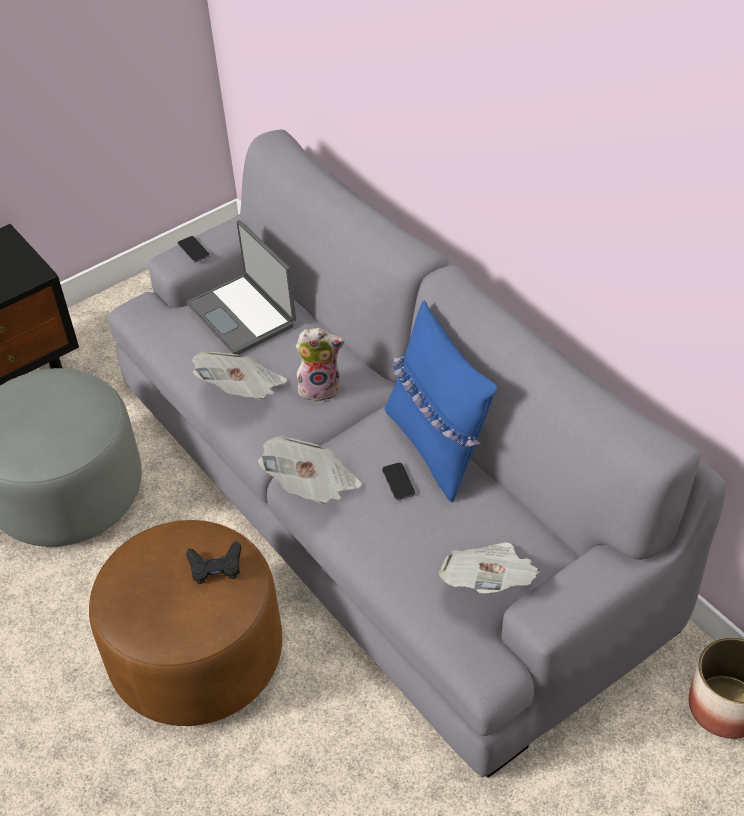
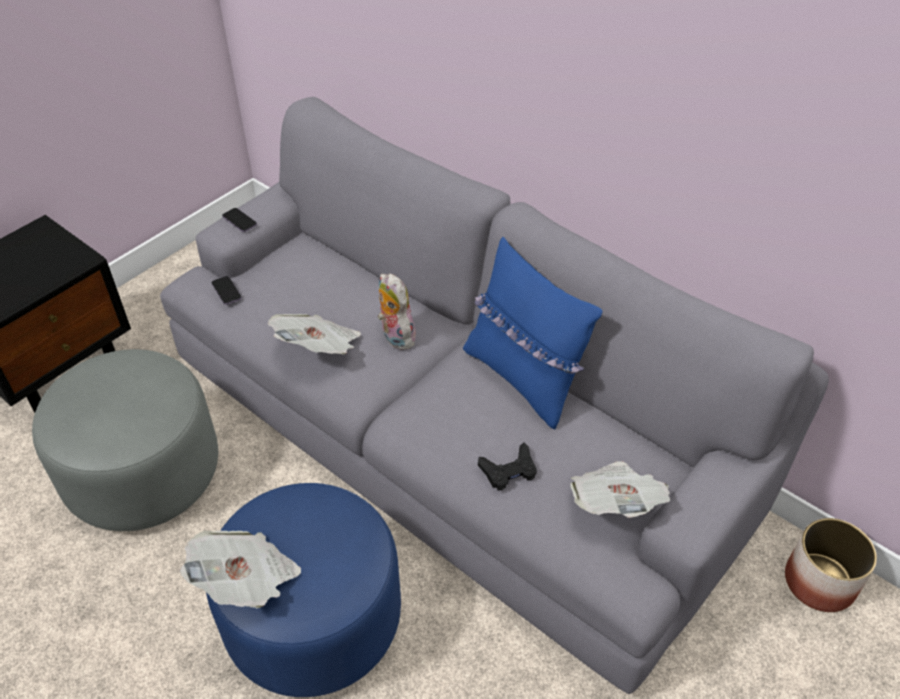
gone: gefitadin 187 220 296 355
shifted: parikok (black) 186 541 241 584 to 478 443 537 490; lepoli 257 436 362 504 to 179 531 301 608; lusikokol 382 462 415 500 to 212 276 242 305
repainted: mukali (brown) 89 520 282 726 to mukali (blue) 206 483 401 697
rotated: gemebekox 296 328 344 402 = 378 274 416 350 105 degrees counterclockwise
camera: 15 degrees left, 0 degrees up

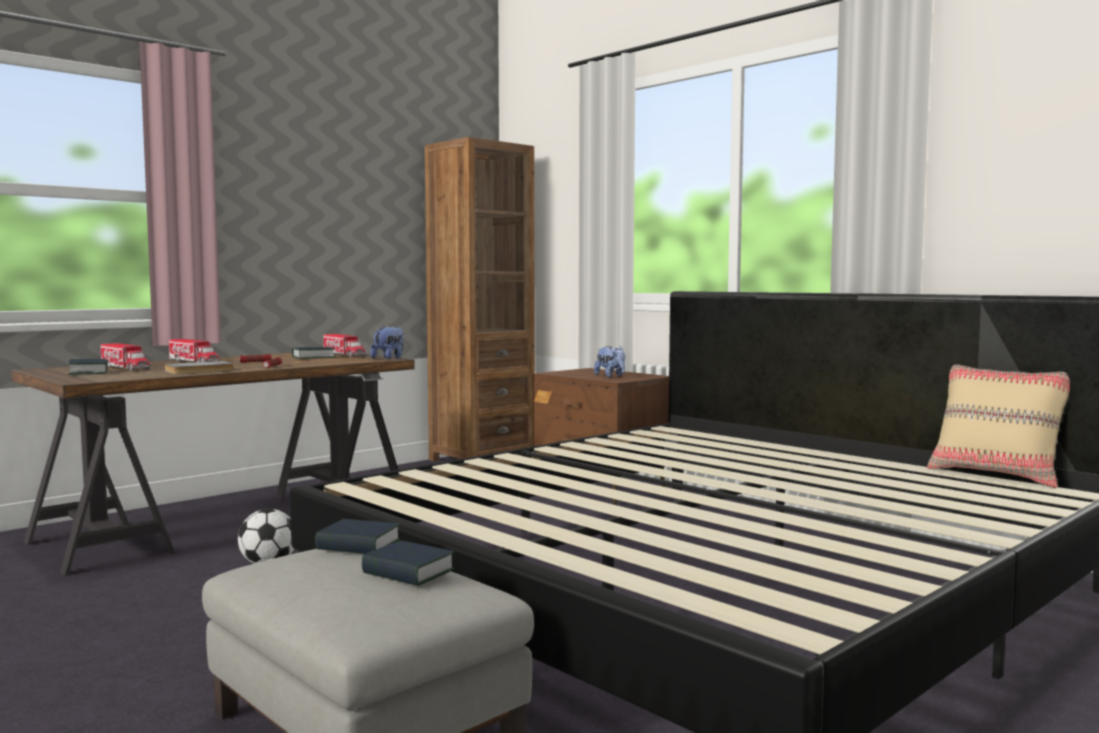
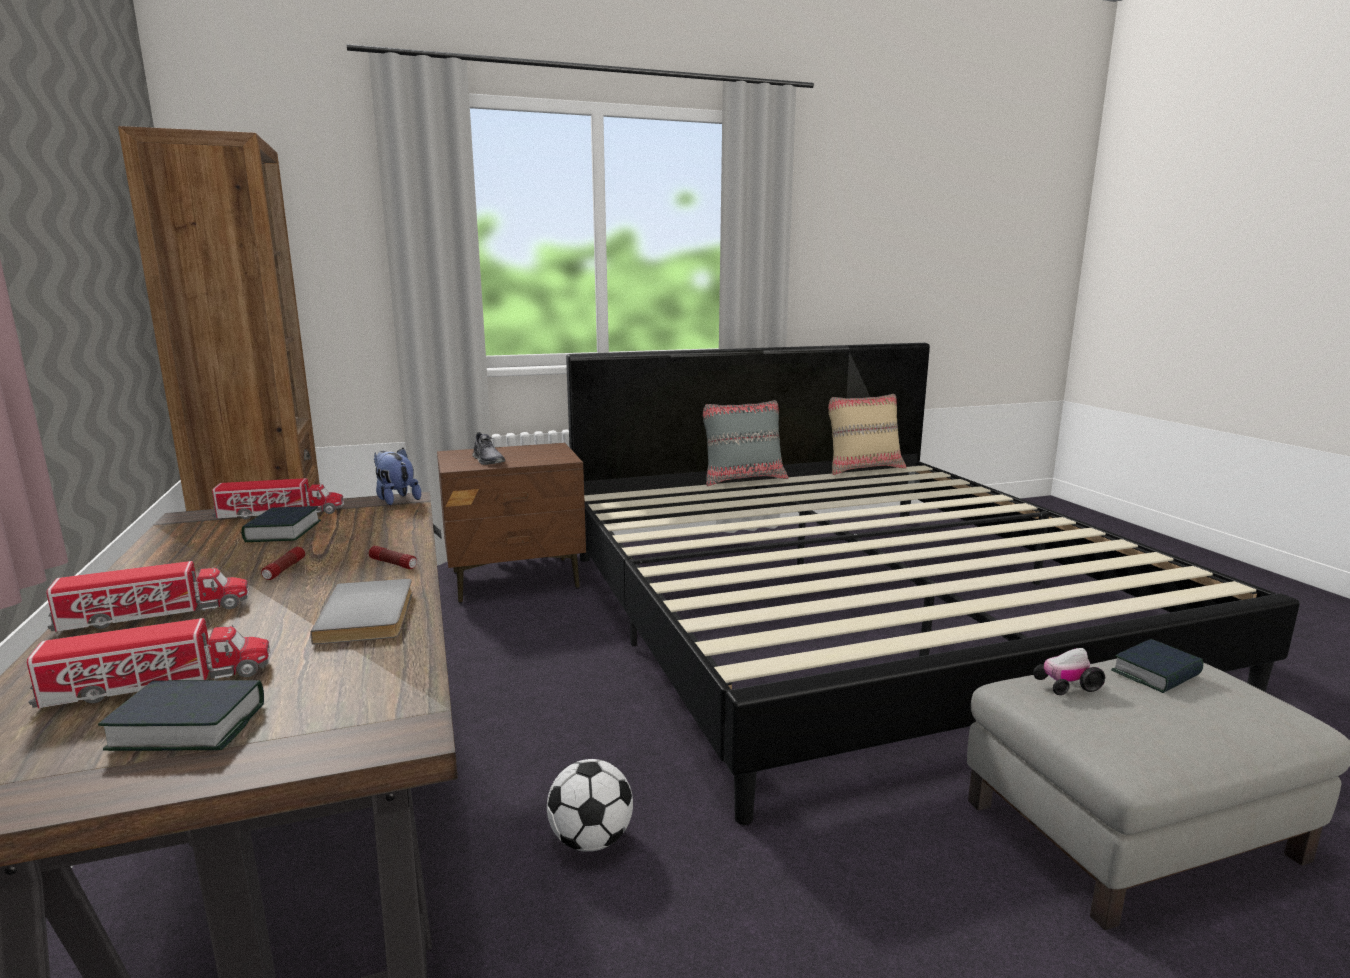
gone: gemebekox 594 346 625 378
new: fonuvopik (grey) 472 432 505 465; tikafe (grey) 703 400 789 486
swapped: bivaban 315 519 401 554 to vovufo 1033 648 1105 695
camera: 65 degrees left, 10 degrees up

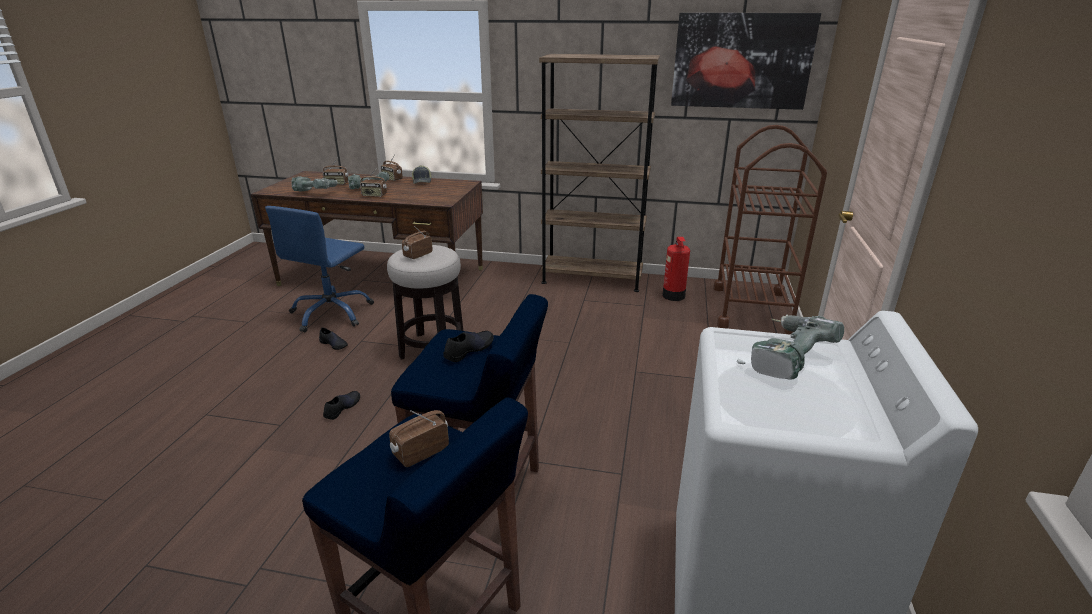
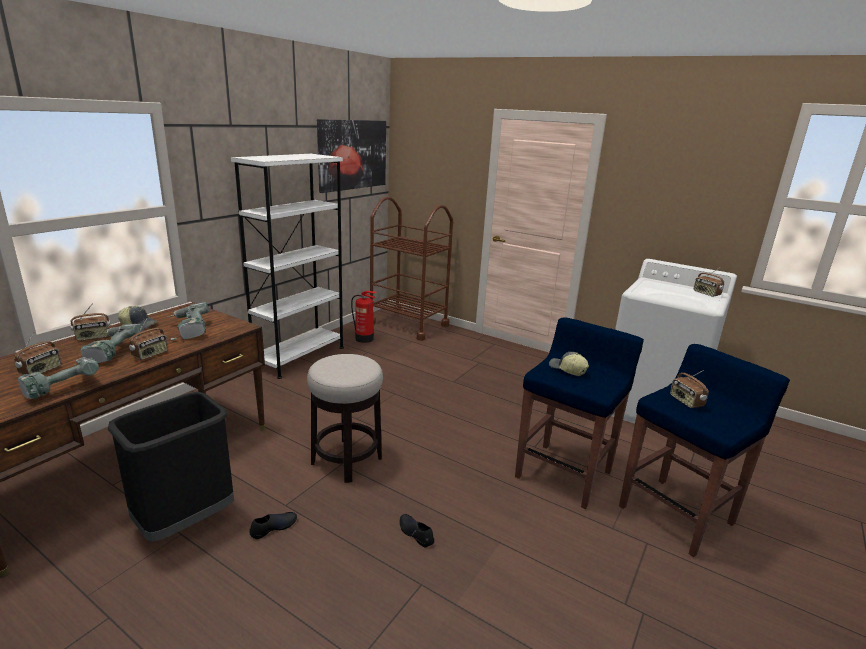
shifted: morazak 402 226 433 259 to 694 268 724 297; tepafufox 737 315 844 380 to 167 302 209 340
swapped: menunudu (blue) 265 206 374 332 to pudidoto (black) 108 392 234 542; fonuvopik (black) 443 331 494 362 to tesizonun 549 352 589 376
repainted: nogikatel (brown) 539 54 660 292 to nogikatel (white) 231 154 344 379
camera: 70 degrees left, 5 degrees down

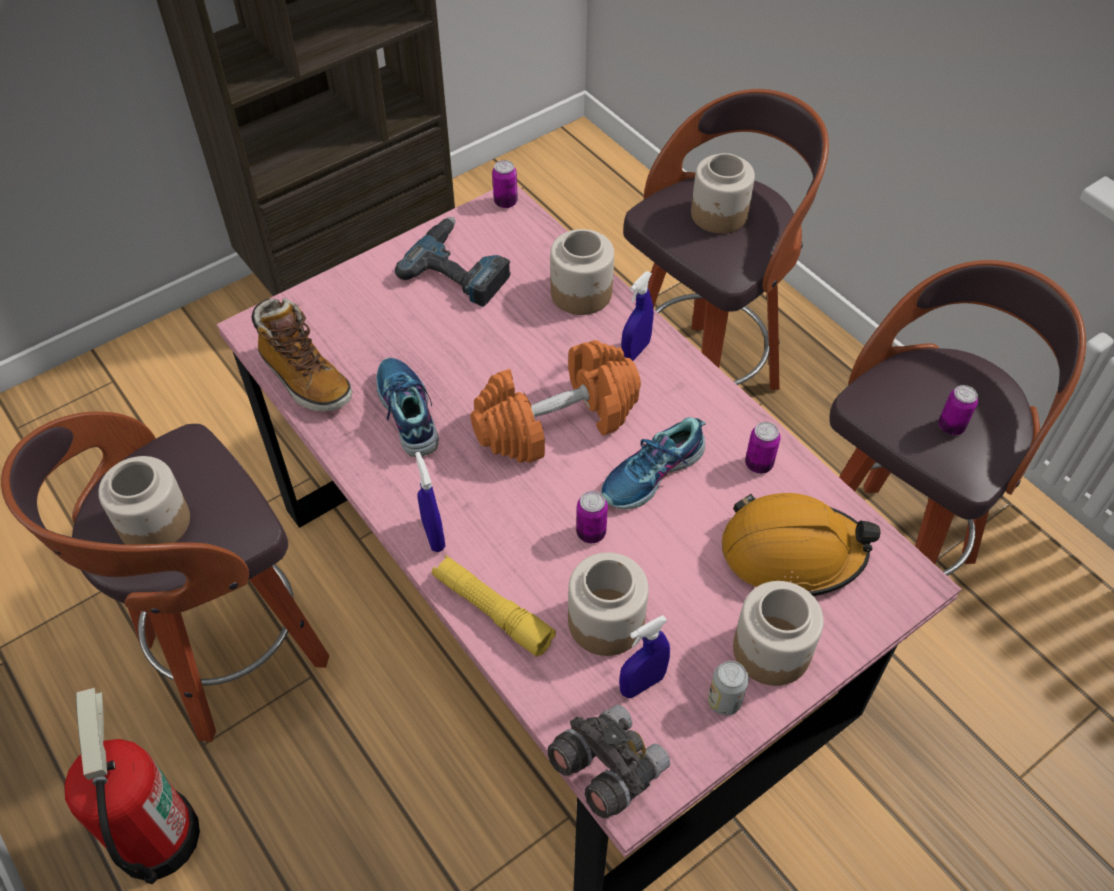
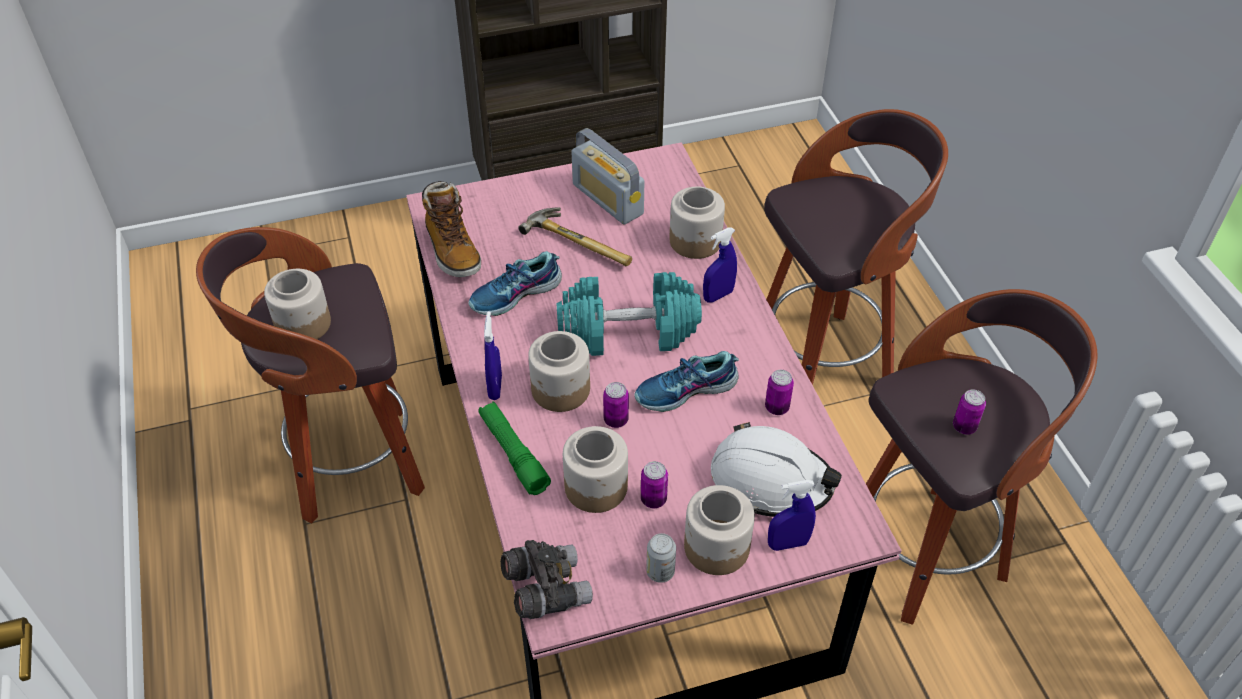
gone: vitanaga 64 687 200 884
new: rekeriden 519 207 632 266
shifted: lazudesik 492 160 518 208 to 641 461 668 508; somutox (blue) 619 615 670 698 to 768 480 816 551; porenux 691 153 755 234 to 528 331 590 412
swapped: tepafufox 395 217 511 307 to morazak 571 128 644 225
repainted: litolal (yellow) 432 555 556 657 to litolal (green) 479 401 551 495; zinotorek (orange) 470 340 641 463 to zinotorek (turquoise) 556 272 702 356; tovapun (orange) 722 493 880 596 to tovapun (white) 711 422 842 517
rotated: fonuvopik 376 358 439 457 = 468 251 562 316 120 degrees counterclockwise
camera: 20 degrees right, 5 degrees down

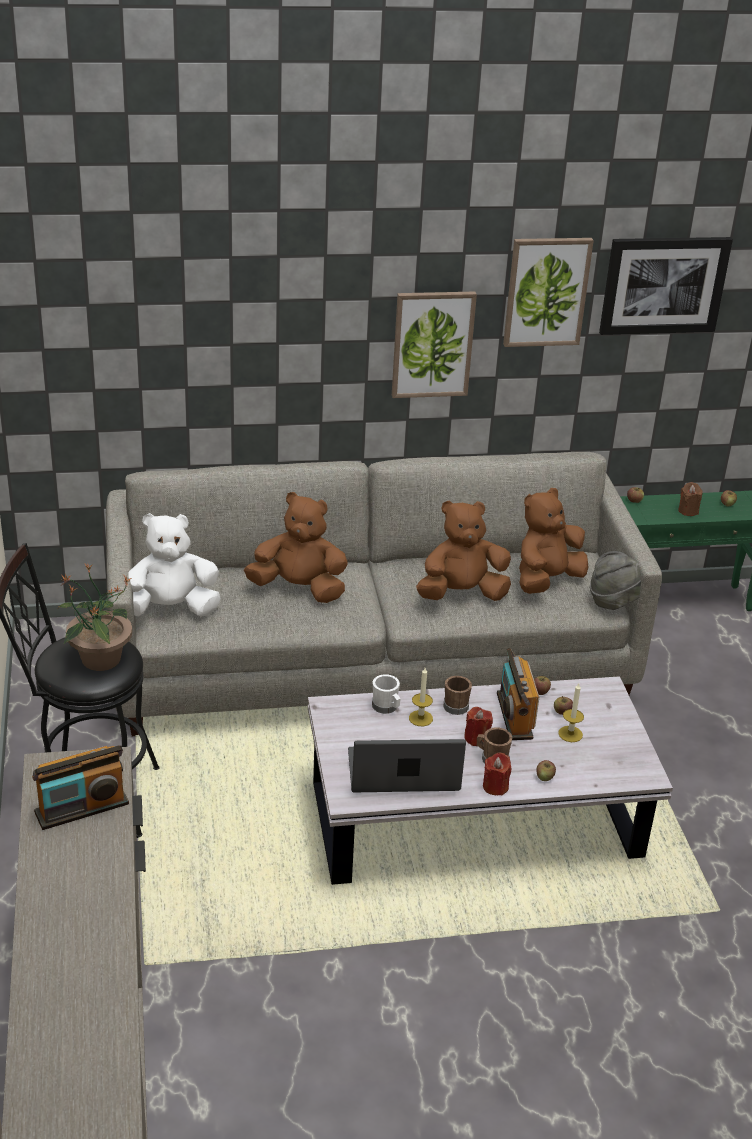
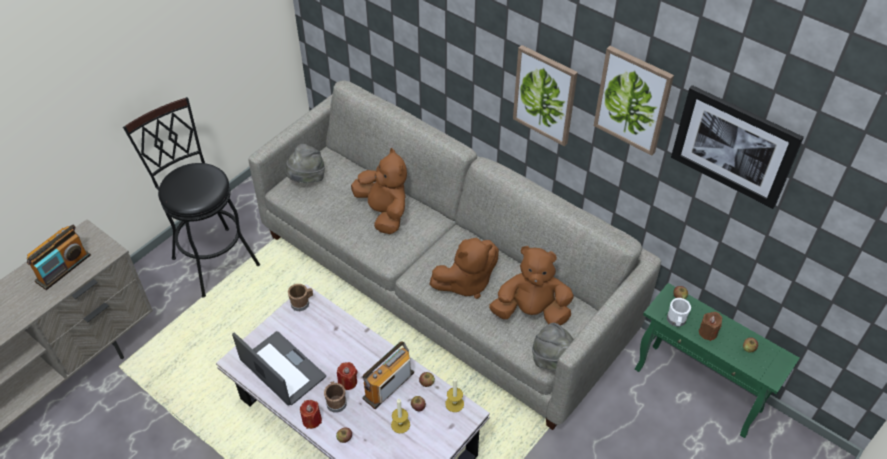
gone: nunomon 58 563 132 671
shifted: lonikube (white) 372 674 401 714 to 667 298 691 327; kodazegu 409 668 433 726 to 445 377 464 412; lonikube (brown) 443 676 472 715 to 288 284 313 311
swapped: gemebekox (white) 128 513 221 617 to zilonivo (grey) 285 144 325 183
rotated: morazak 32 745 129 830 = 27 225 91 290 75 degrees counterclockwise; gemebekox (brown) 416 500 511 601 = 429 238 499 299 120 degrees clockwise
camera: 50 degrees right, 15 degrees up

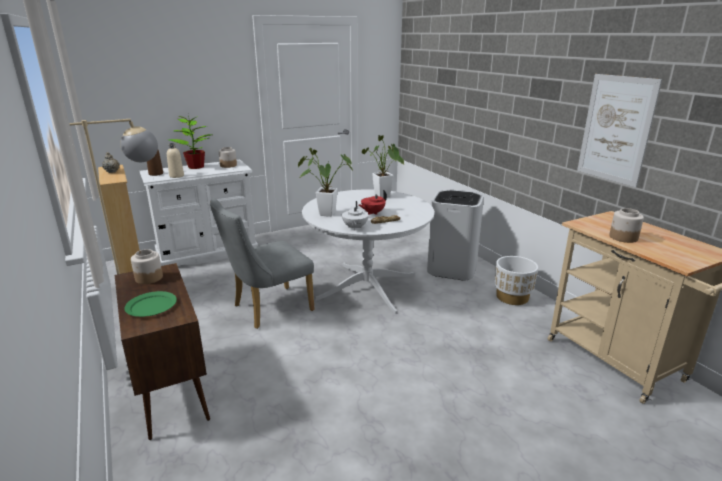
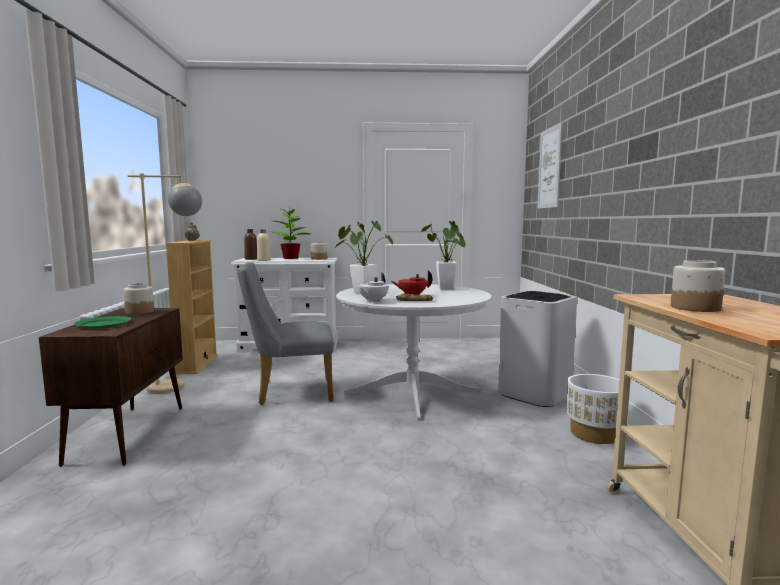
shifted: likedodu 577 74 662 187 to 537 122 563 209
camera: 25 degrees right, 15 degrees down

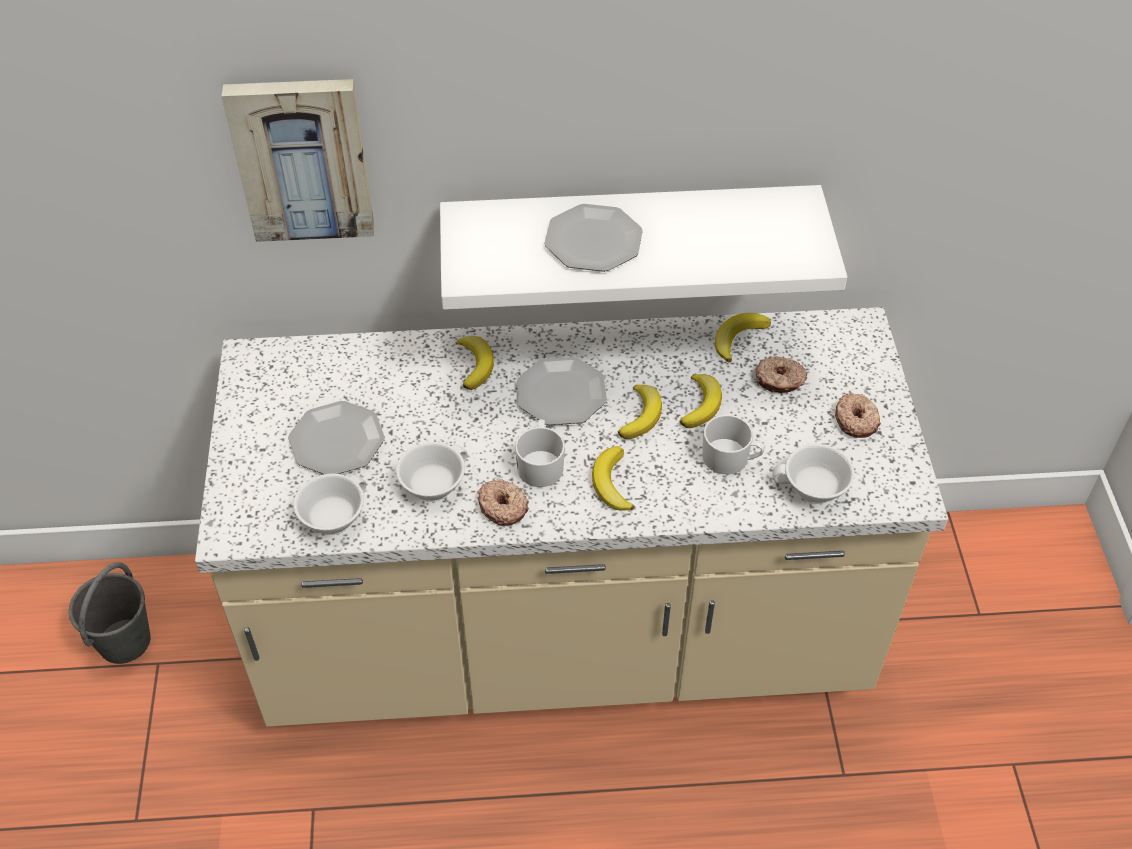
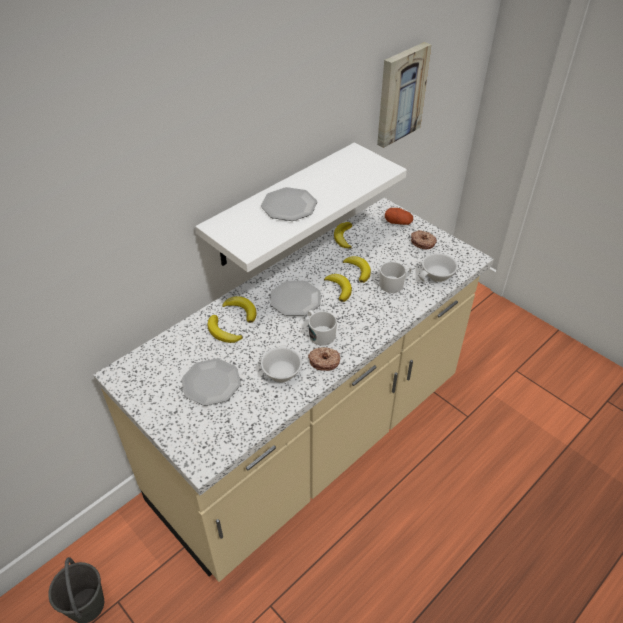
gone: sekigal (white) 294 474 367 535; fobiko 756 356 807 393
new: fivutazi 385 208 413 225
shifted: likedodu 222 79 374 242 to 377 42 431 148; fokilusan 592 446 635 511 to 208 315 243 343
camera: 40 degrees left, 5 degrees down

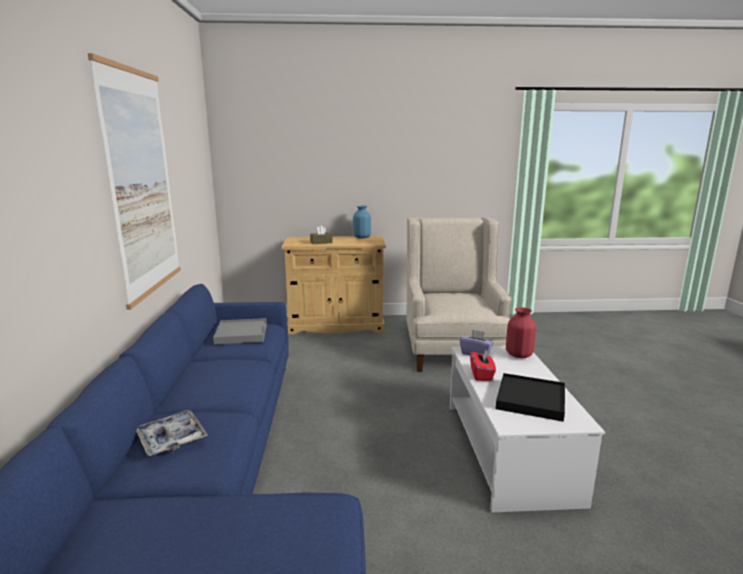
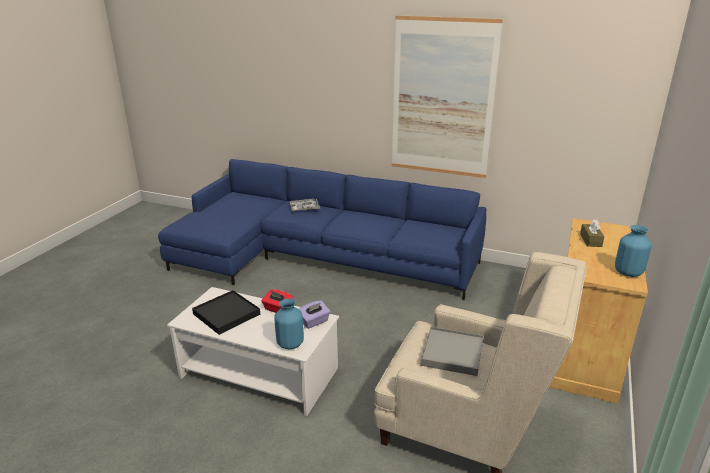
shifted: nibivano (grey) 213 318 267 344 to 421 327 484 376
repainted: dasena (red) 506 307 536 358 to dasena (blue) 274 299 304 349
camera: 115 degrees right, 10 degrees up

